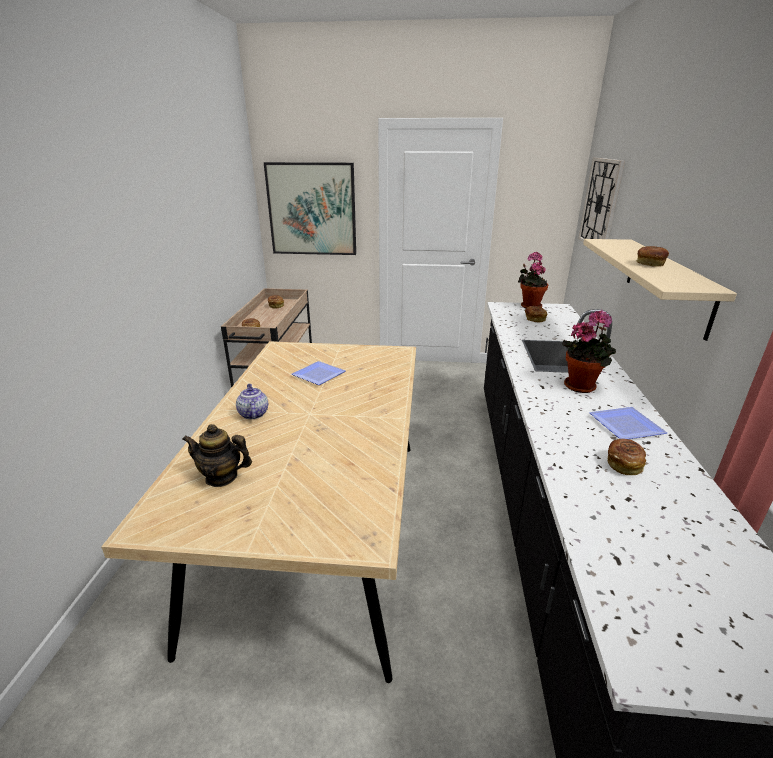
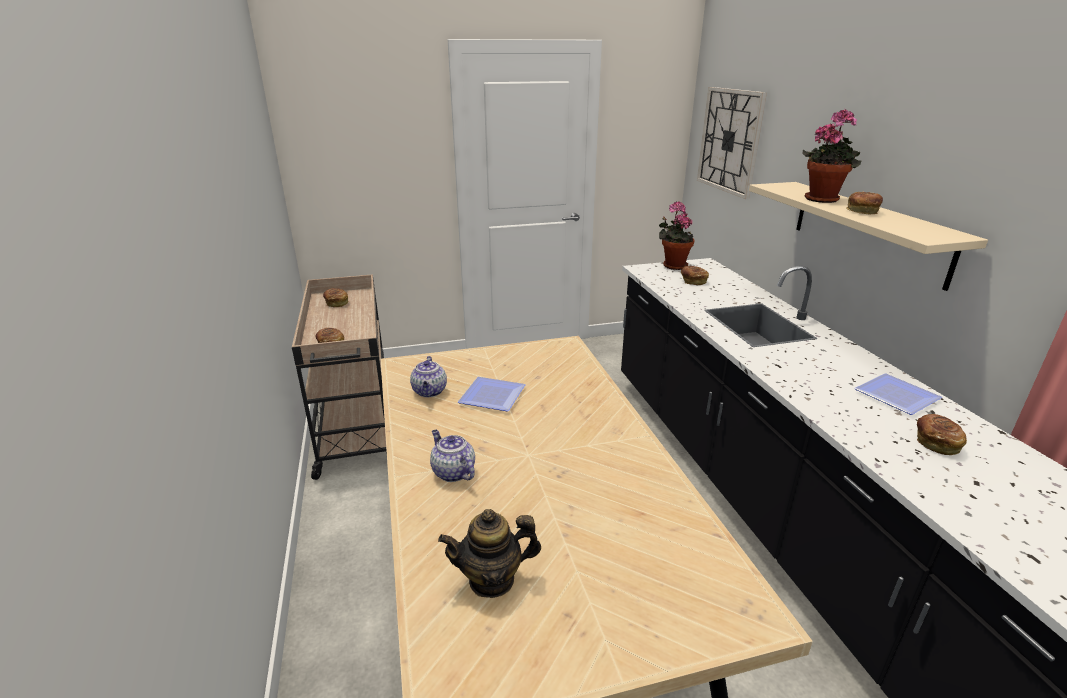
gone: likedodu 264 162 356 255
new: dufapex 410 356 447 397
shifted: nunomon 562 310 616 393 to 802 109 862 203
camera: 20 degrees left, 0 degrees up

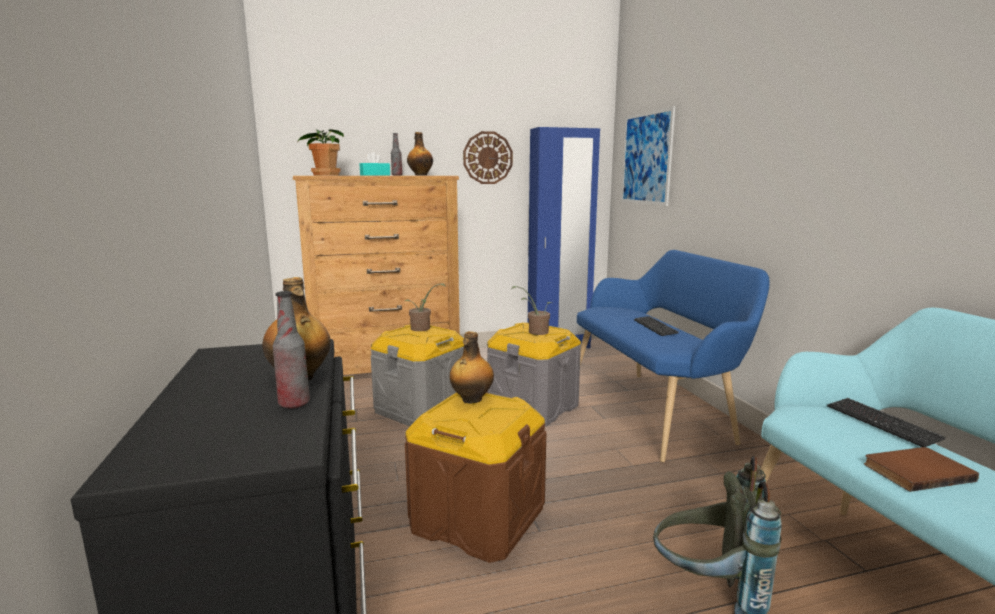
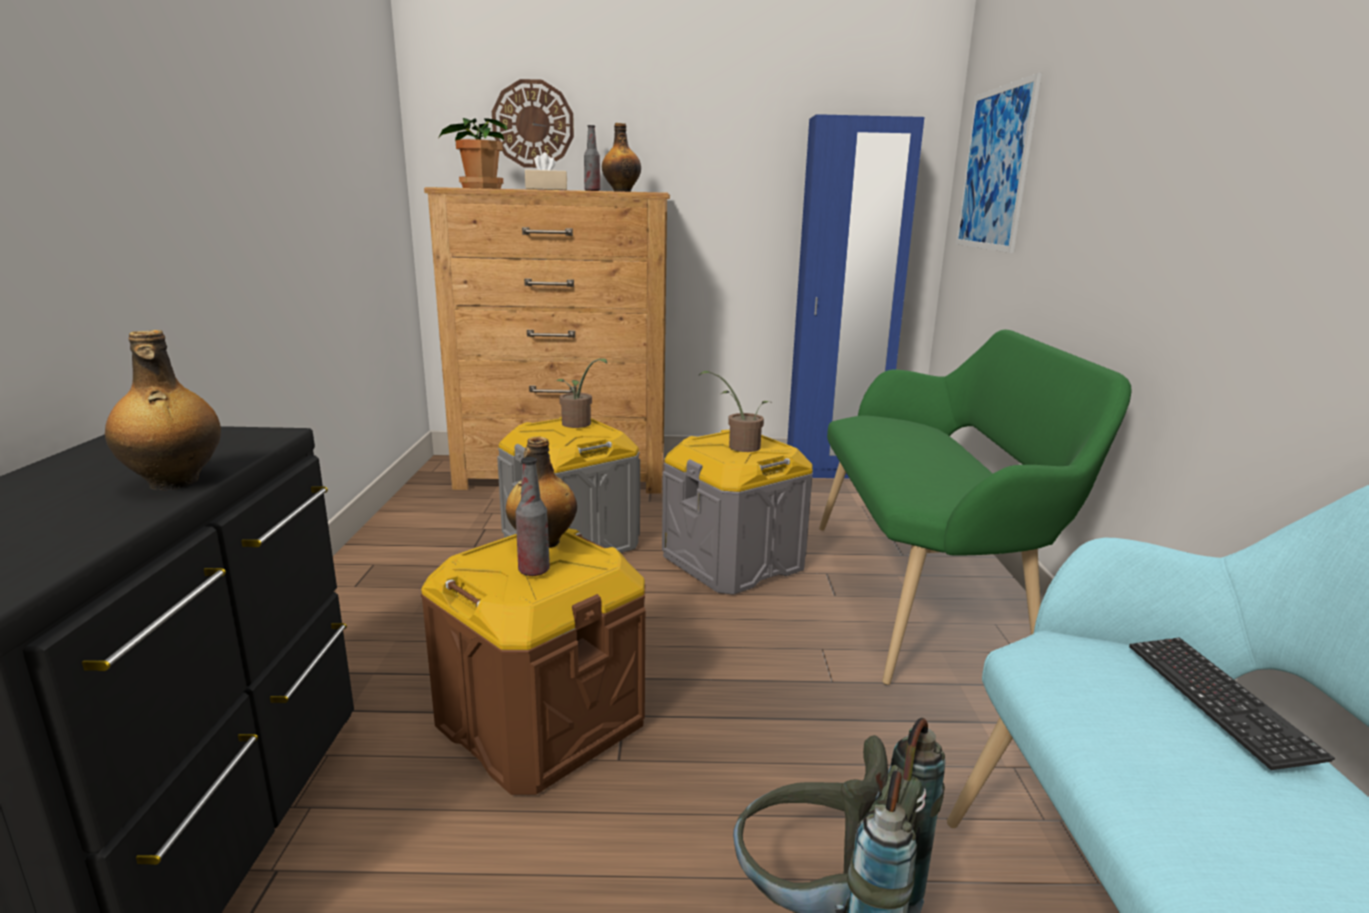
gone: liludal 634 316 679 336; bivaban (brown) 864 447 979 492
shifted: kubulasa 273 291 310 408 to 516 457 550 576; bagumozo 463 131 513 184 to 492 79 574 168
repainted: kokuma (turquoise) 360 151 390 176 to kokuma (beige) 525 152 567 190; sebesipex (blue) 577 250 770 463 to sebesipex (green) 819 330 1131 685
camera: 15 degrees right, 5 degrees up

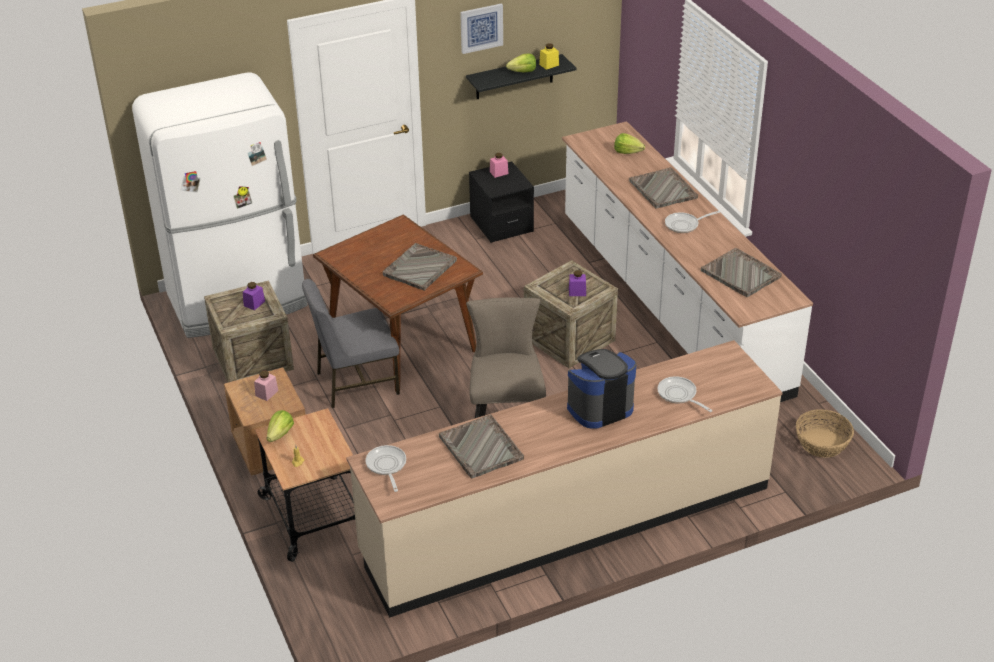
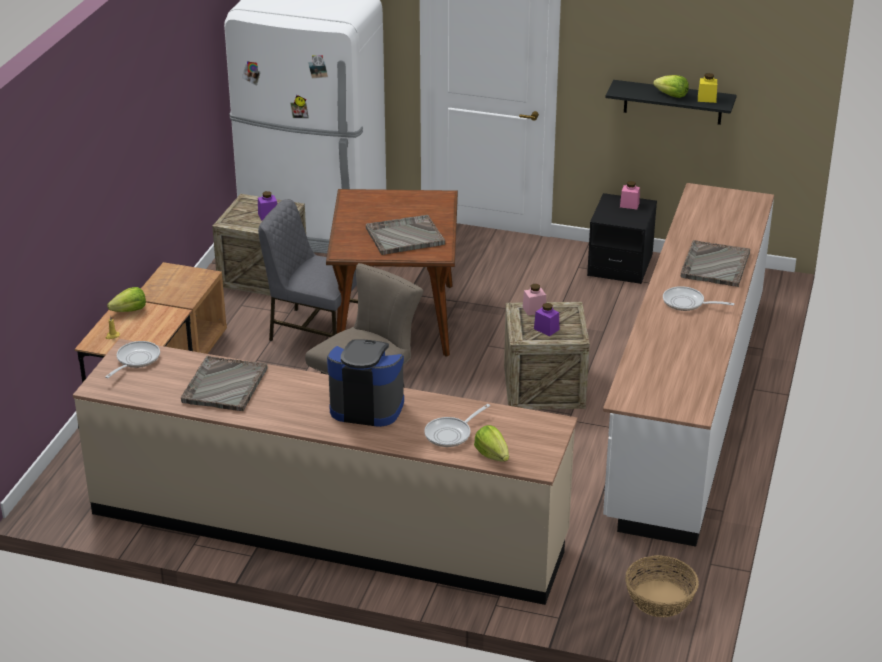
gone: likedodu 460 3 503 54; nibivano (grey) 701 248 782 297
shifted: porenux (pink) 254 370 278 401 to 523 284 546 316; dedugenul 614 133 645 154 to 474 425 509 462
rotated: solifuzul 658 376 713 412 = 424 404 490 447 135 degrees counterclockwise
camera: 40 degrees right, 5 degrees down

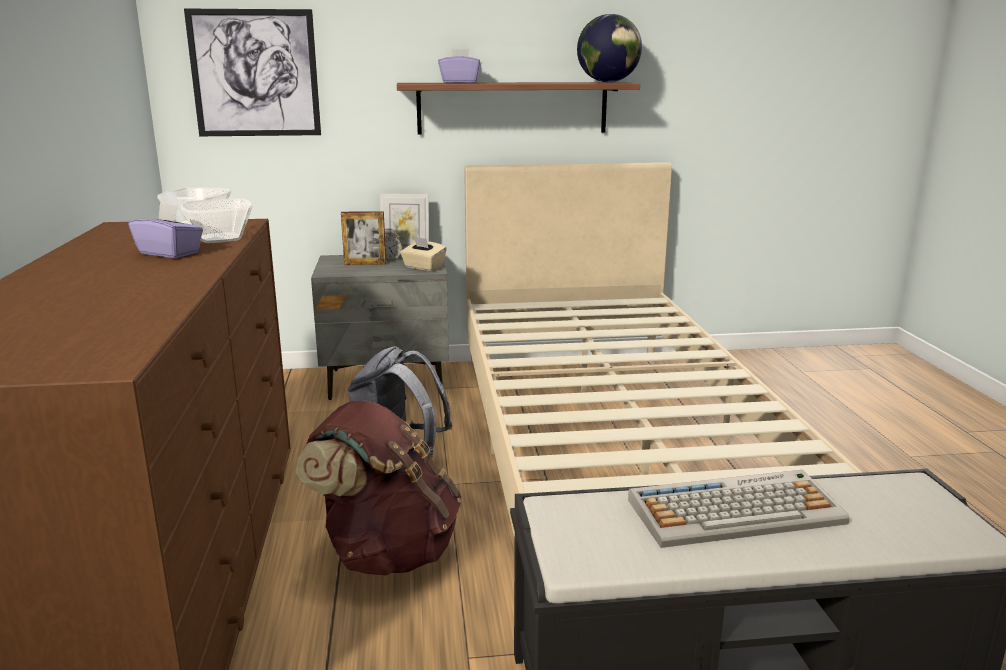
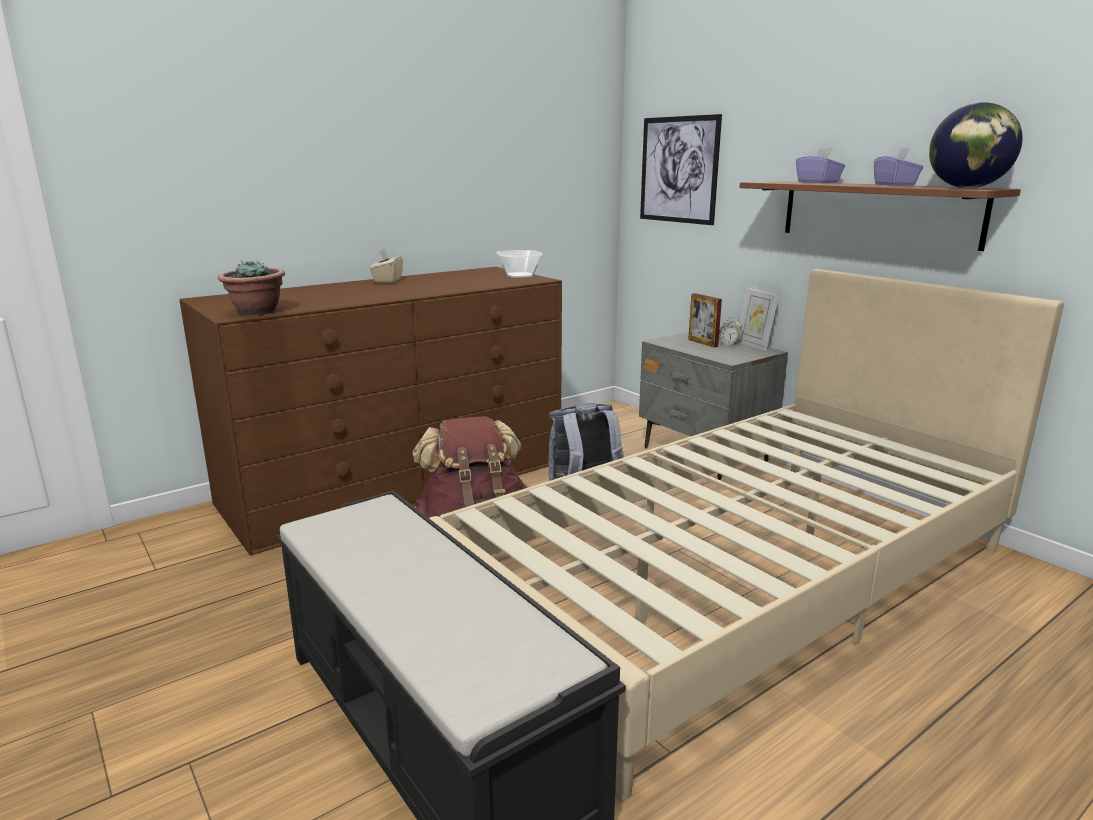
gone: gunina 181 198 253 243; liludal 628 470 850 548
new: nunomon 218 261 285 315
shifted: kokuma (purple) 128 203 203 258 to 874 147 923 186; kokuma (beige) 400 236 447 271 to 370 249 403 283
camera: 60 degrees right, 0 degrees up

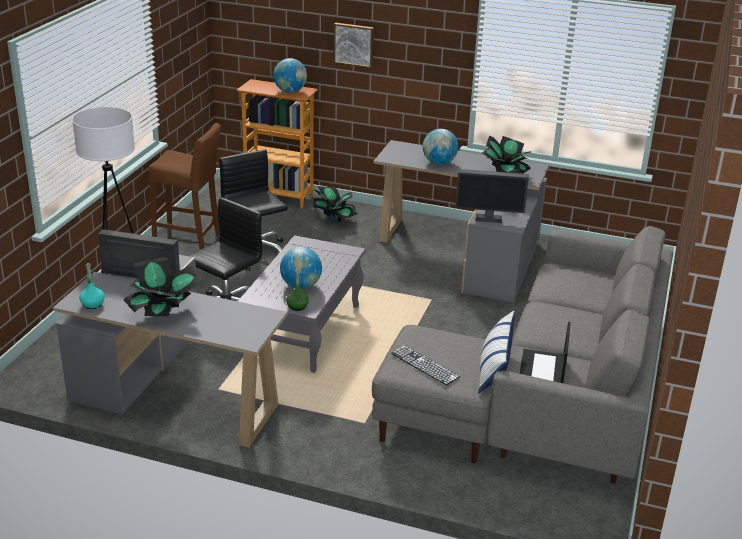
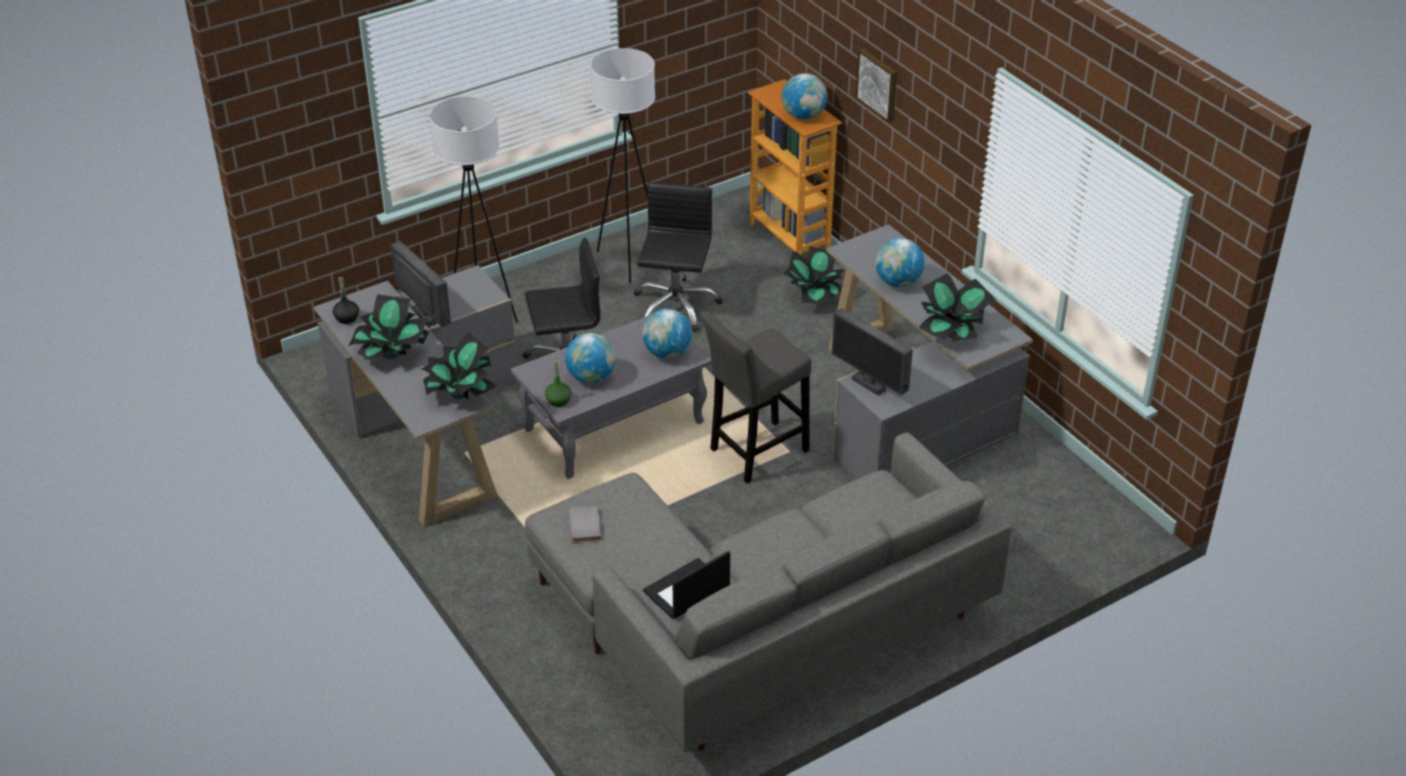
gone: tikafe 478 310 515 394
new: nunomon 420 332 496 399; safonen 642 309 692 358; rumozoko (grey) 703 314 811 483
swapped: rumozoko (brown) 148 123 221 249 to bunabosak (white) 590 48 655 283; liludal 391 345 460 386 to bivaban (grey) 569 505 602 542
repainted: kubulasa (turquoise) 79 263 105 309 to kubulasa (black) 332 277 359 324
camera: 40 degrees right, 10 degrees up

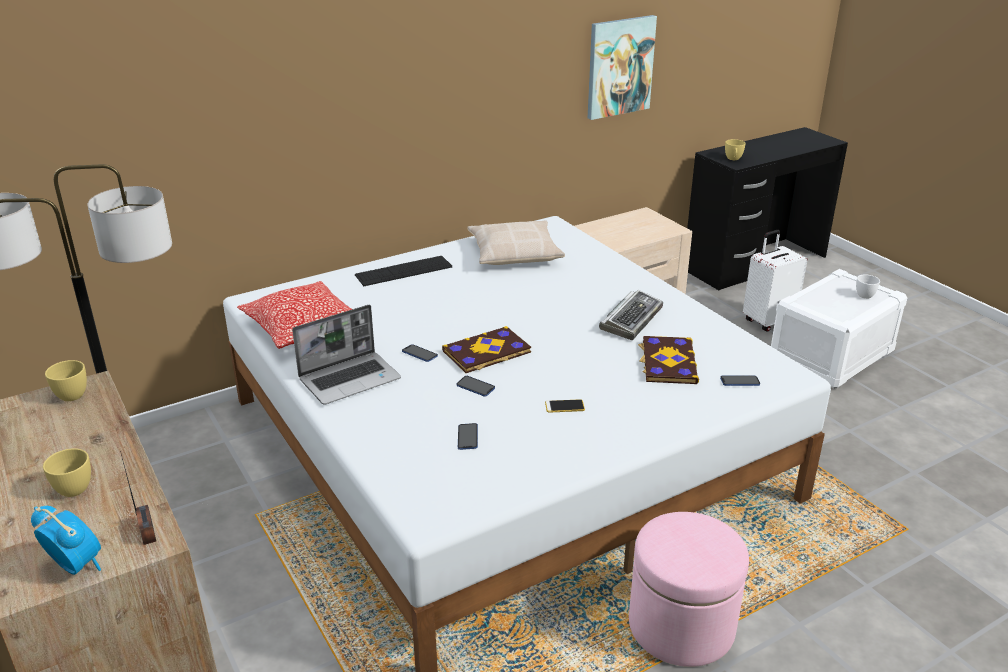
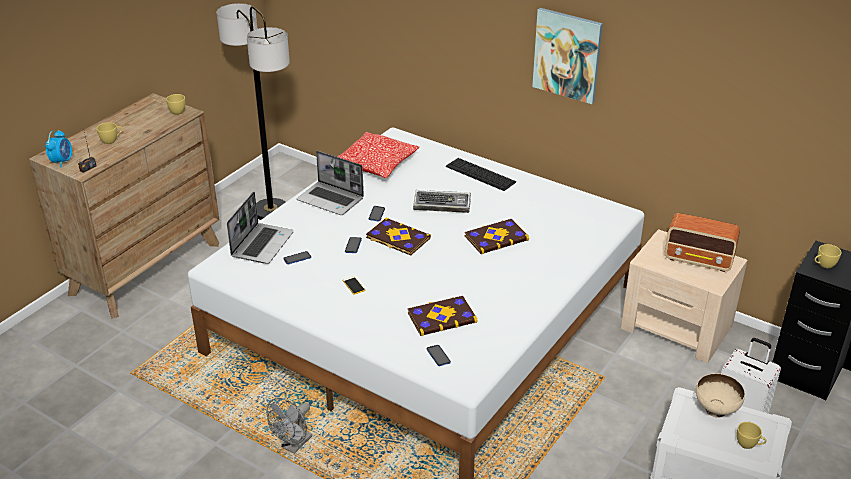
gone: tikafe (beige) 467 221 565 265
new: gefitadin 227 192 294 264; bivaban 465 219 529 254; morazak 665 213 740 272; gunina (beige) 696 373 745 418
shifted: likedodu 588 15 657 120 to 532 8 603 104; liludal 599 289 663 340 to 413 190 471 213
swapped: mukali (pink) 629 512 749 667 to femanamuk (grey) 267 398 312 454
repainted: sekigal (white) 856 275 880 299 to sekigal (yellow) 737 422 767 449
camera: 65 degrees right, 5 degrees up

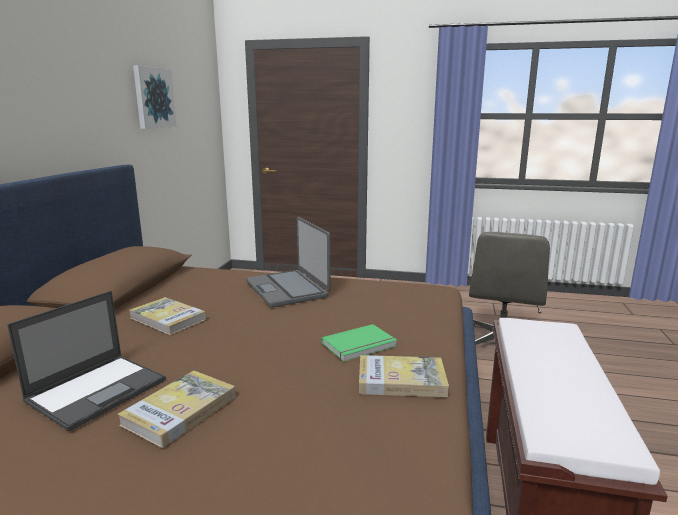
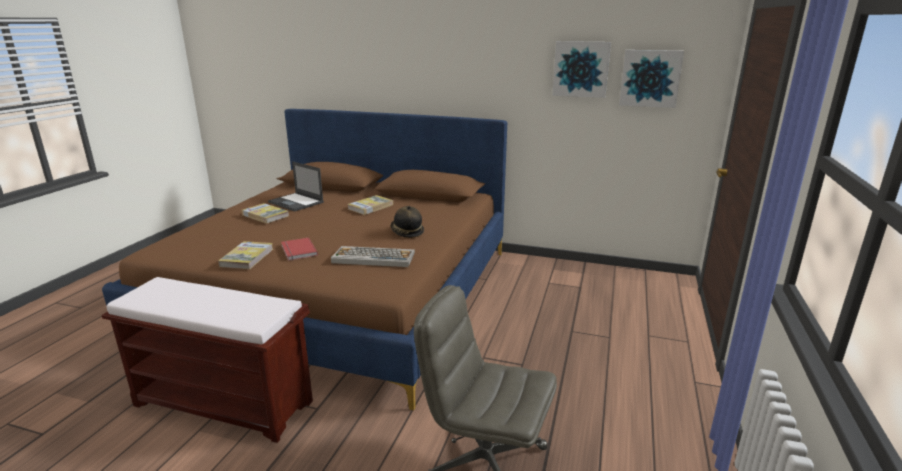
new: liludal 331 246 415 267; likedodu 619 50 684 108
swapped: gefitadin 246 217 331 307 to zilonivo 391 206 424 238
repainted: bivaban (green) 321 324 398 362 to bivaban (red) 281 237 318 261
camera: 95 degrees right, 5 degrees up

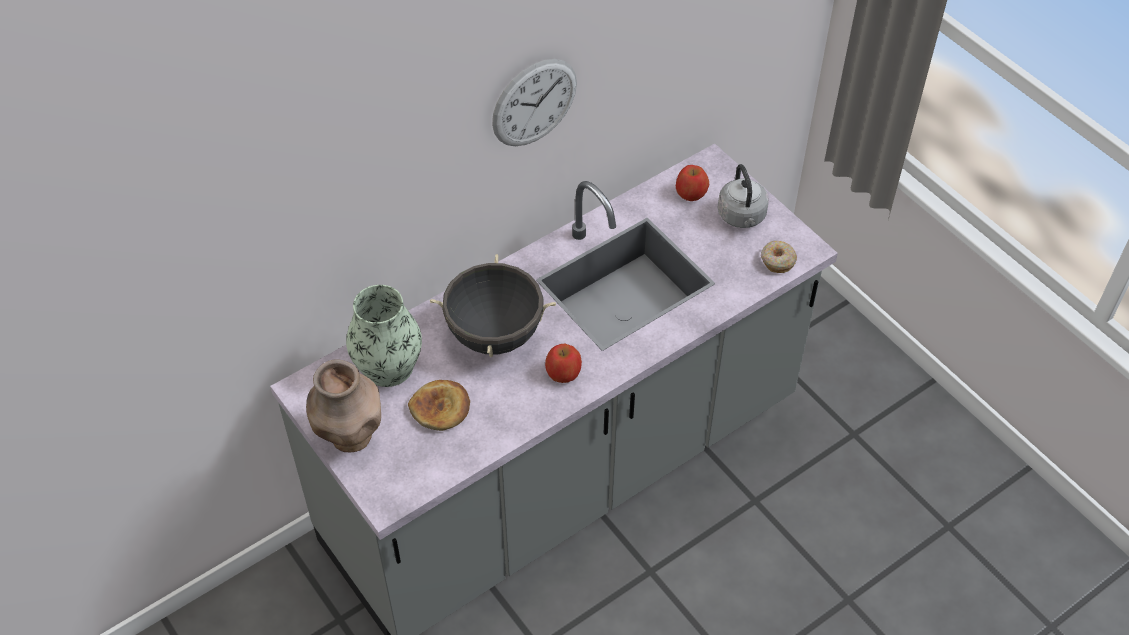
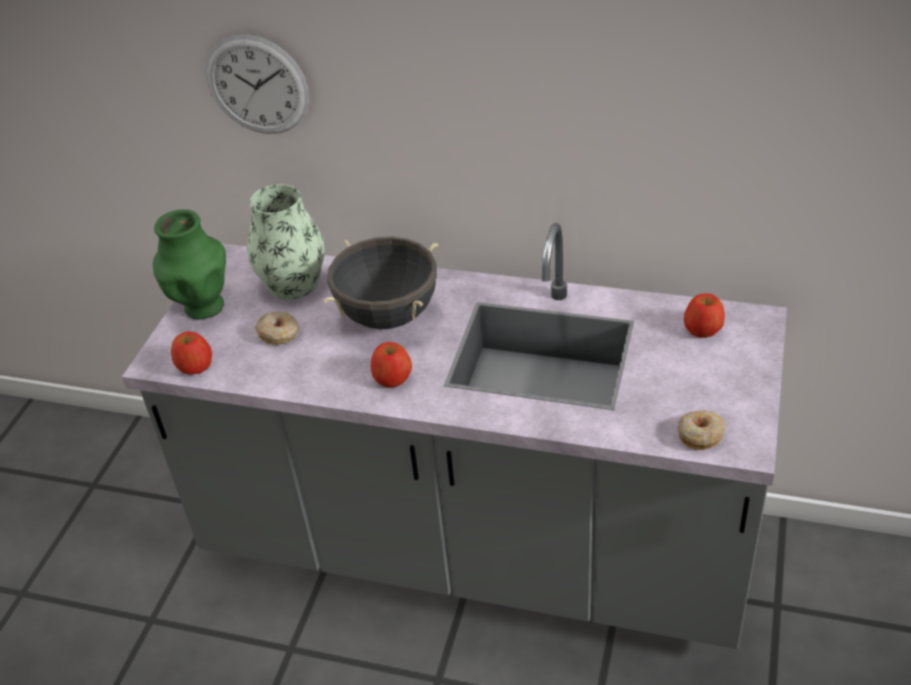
gone: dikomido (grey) 718 164 769 228
new: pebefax 171 331 212 375
shifted: bagumozo 492 59 577 146 to 206 34 309 134
swapped: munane 408 380 470 431 to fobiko 255 311 299 345
repainted: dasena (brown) 306 360 381 452 to dasena (green) 153 209 226 320
camera: 55 degrees right, 10 degrees down

